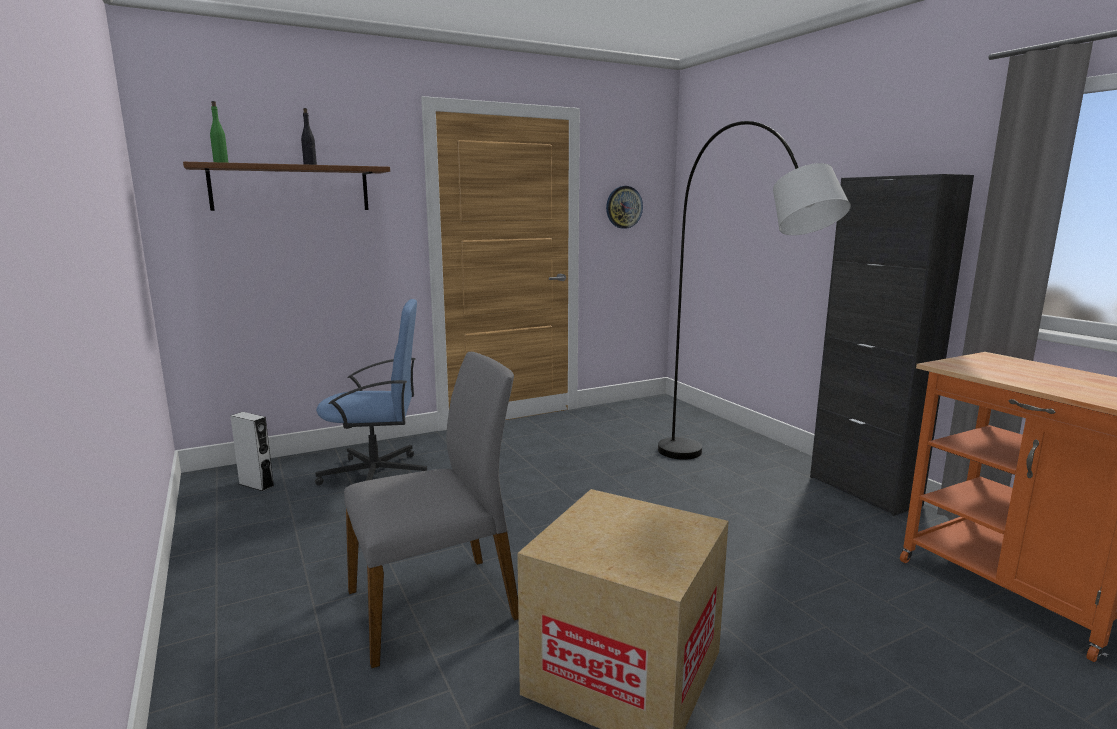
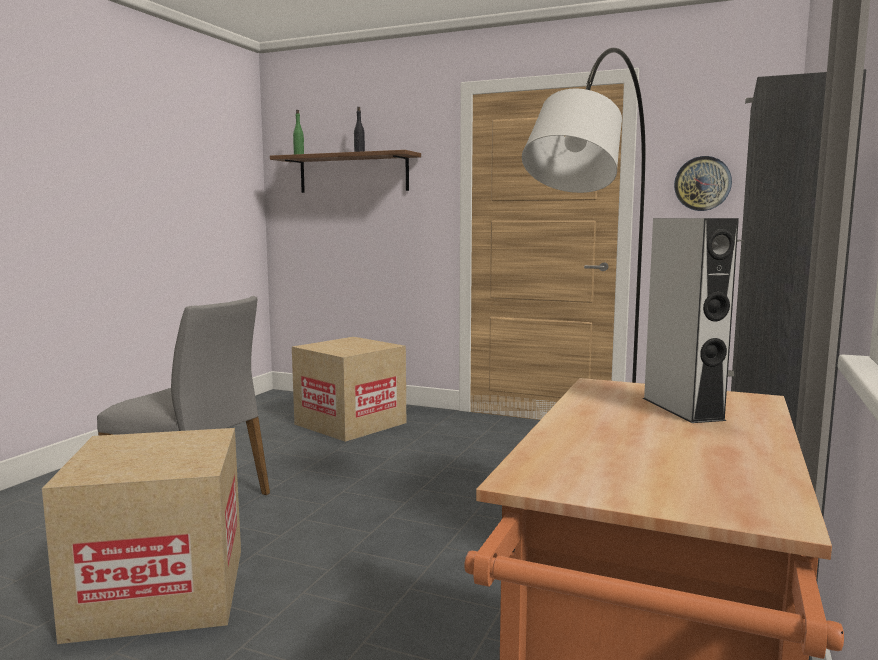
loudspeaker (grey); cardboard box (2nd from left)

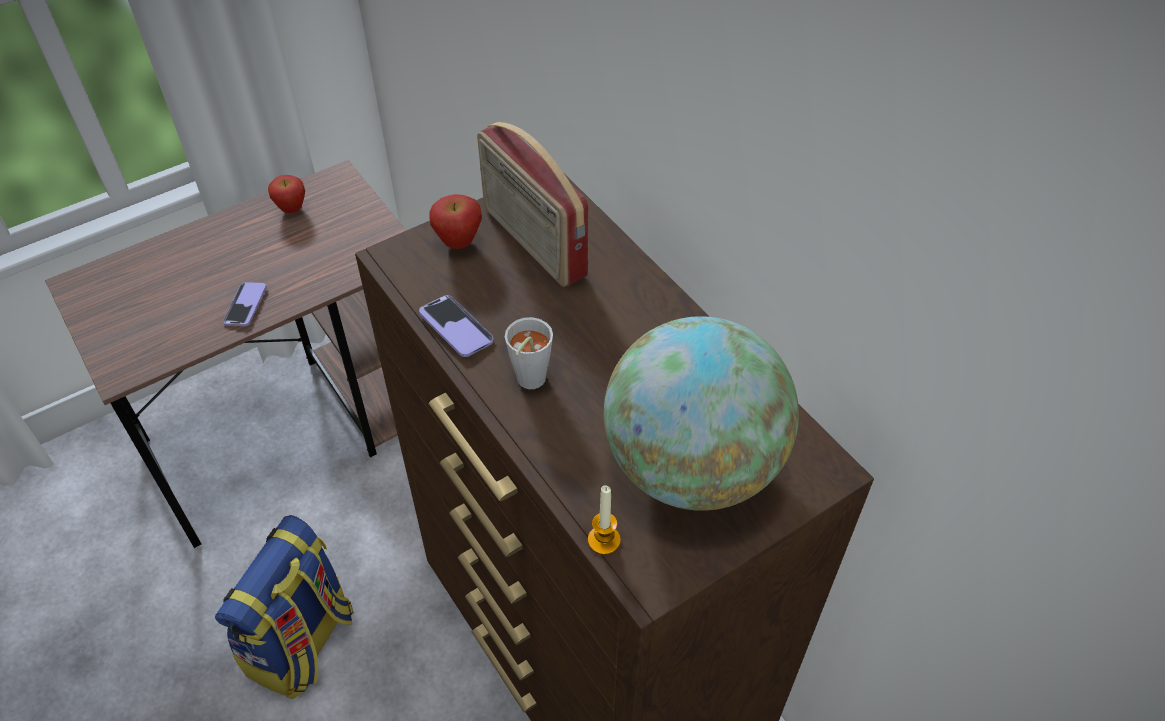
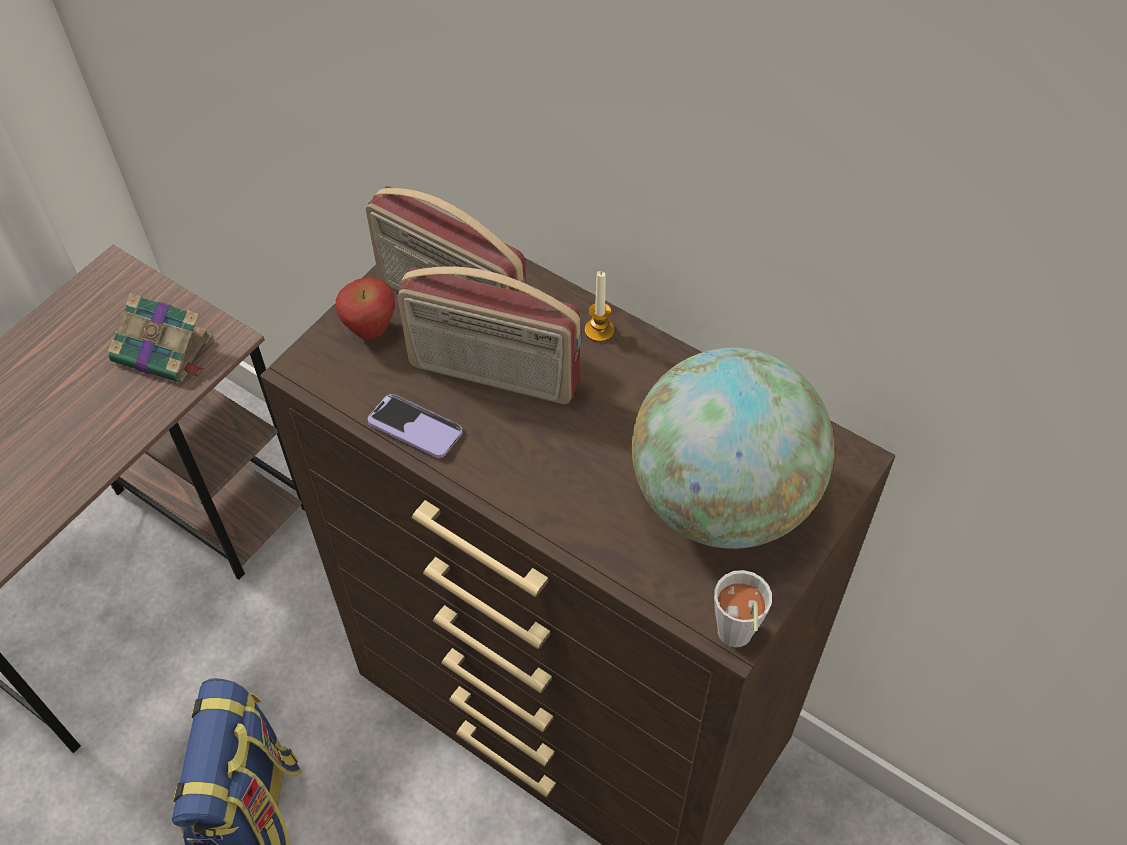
telephone (1st from left in the first image); whole apple (1st from left in the first image); drinking cup (grey); wax candle; bound book; radio (2nd from left)

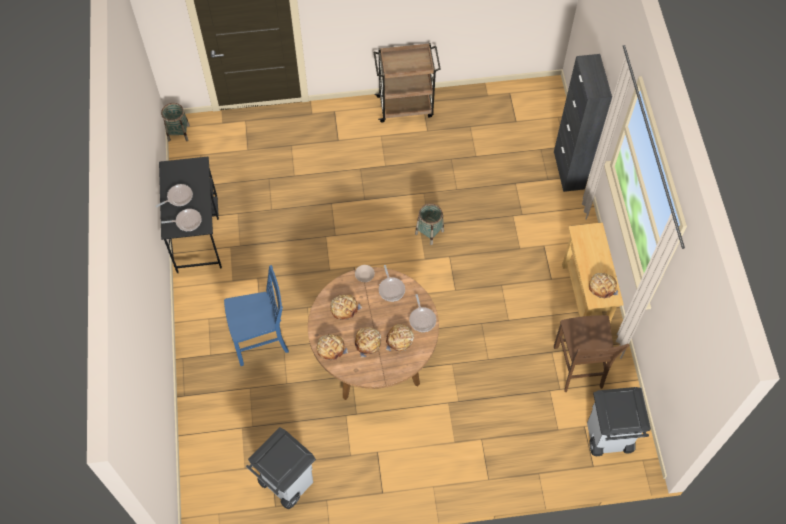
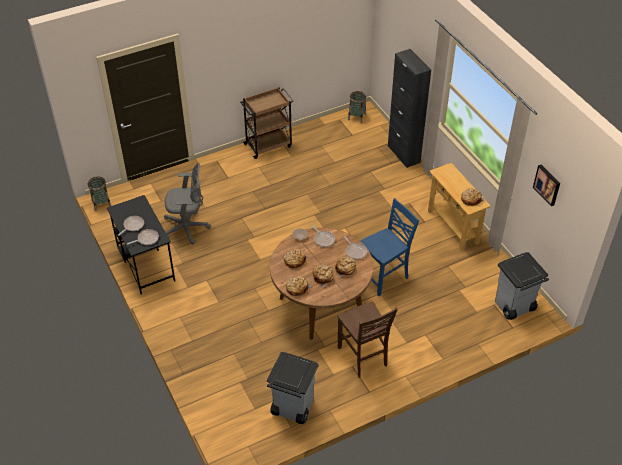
upright chair (blue); household basket (2nd from left); upright chair (brown); office chair (grey); wall art

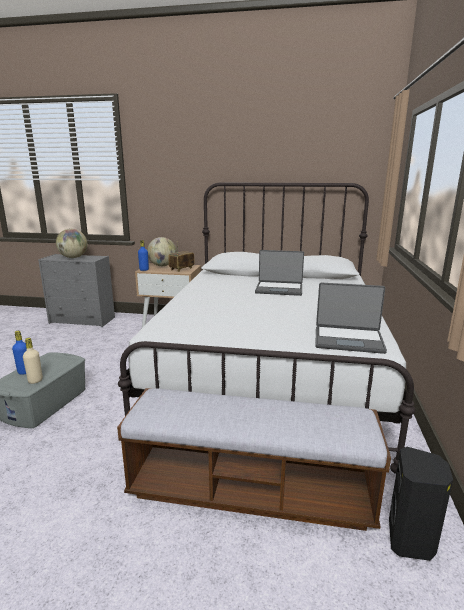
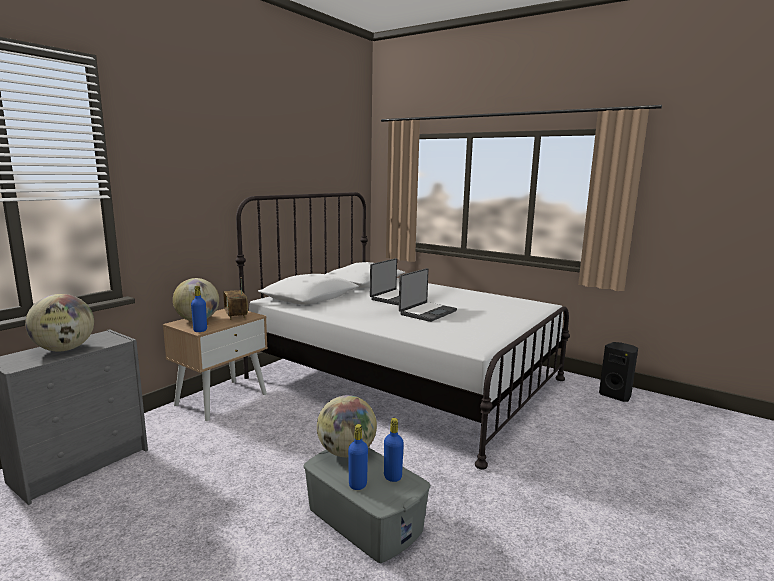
drink bottle (blue) (3rd from left); indoor bench; portable computer (2nd from left); desk globe (3rd from left)

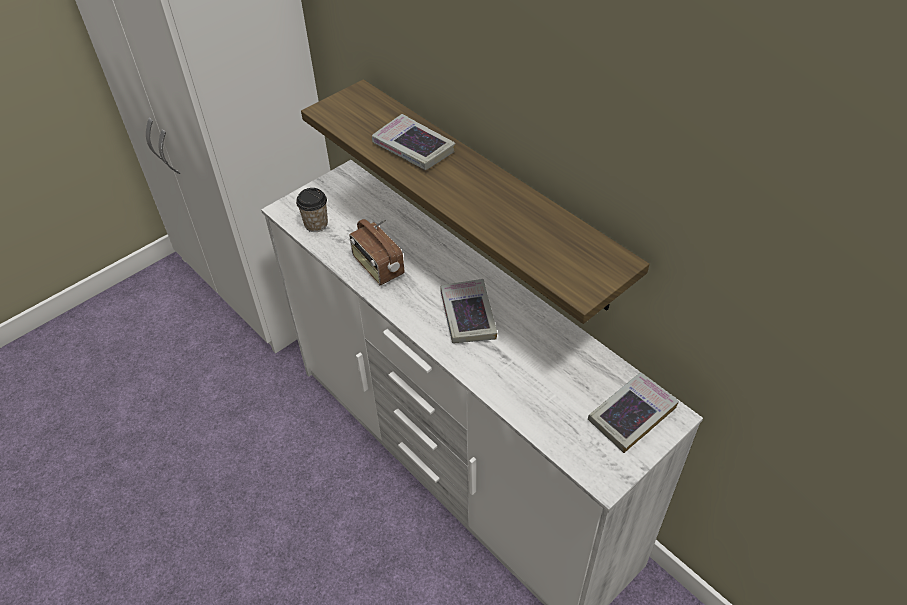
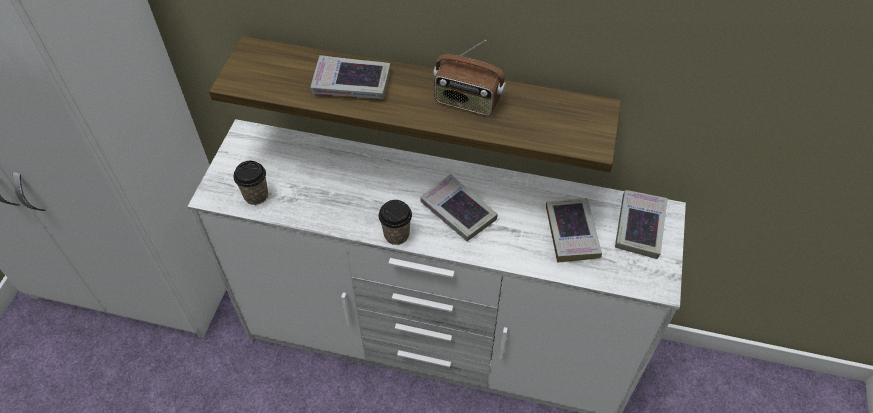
radio; drinking cup (2nd from left); bound book (3rd from left)

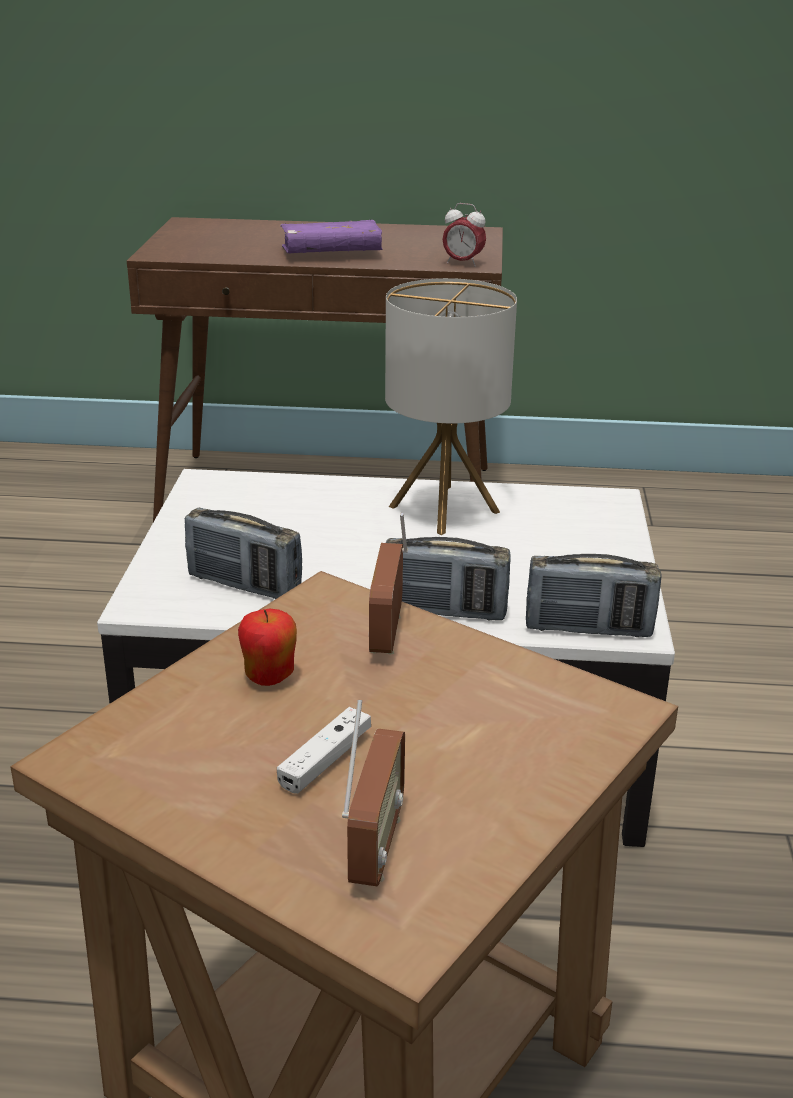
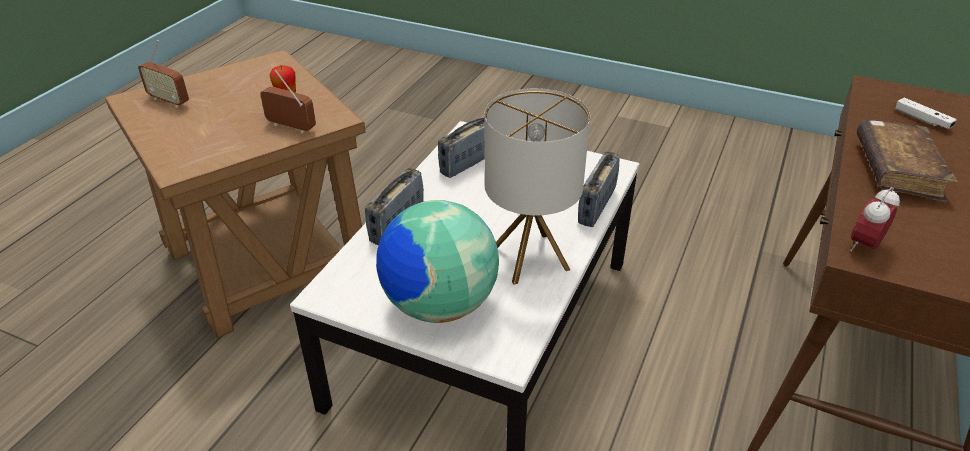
gamepad (white); bound book (brown); radio (5th from left); desk globe

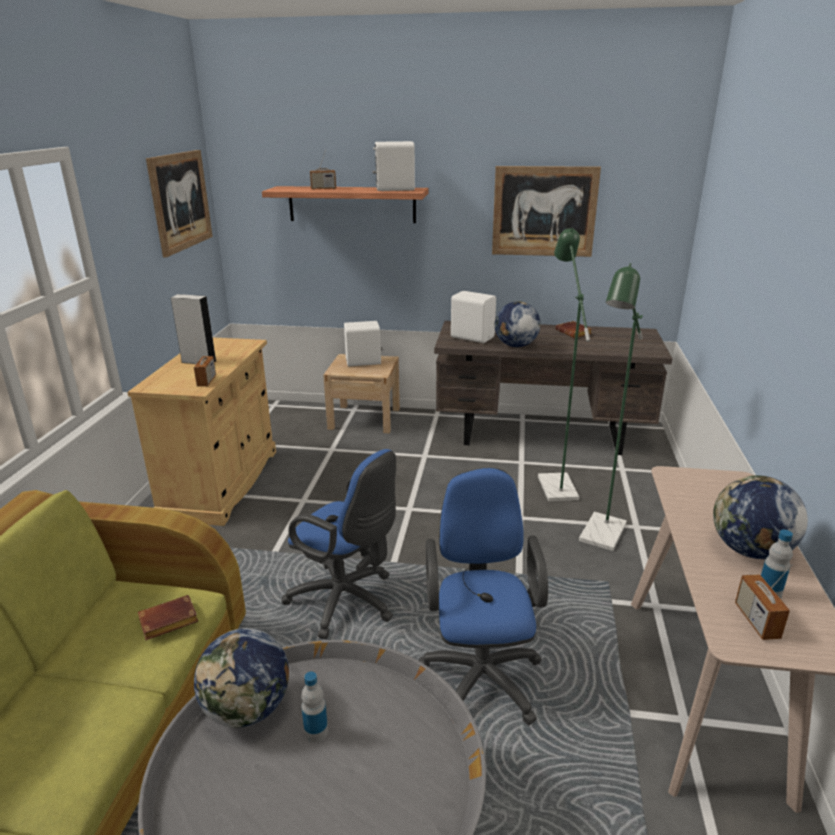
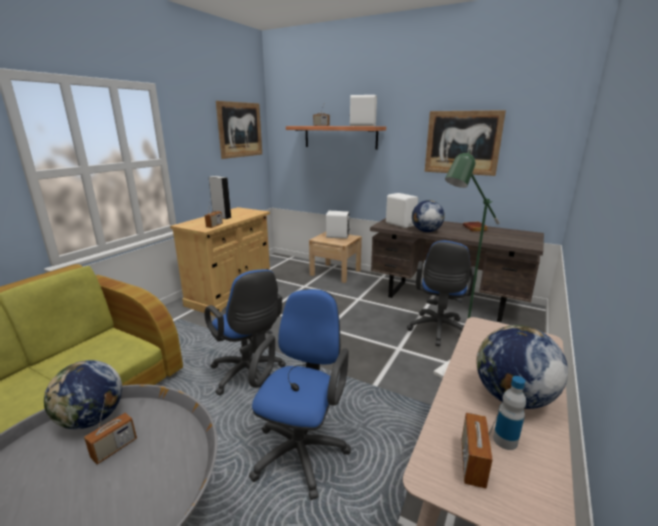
bound book (brown) (1st from left in the first image); radio (1st from left); office chair (blue) (3rd from left)

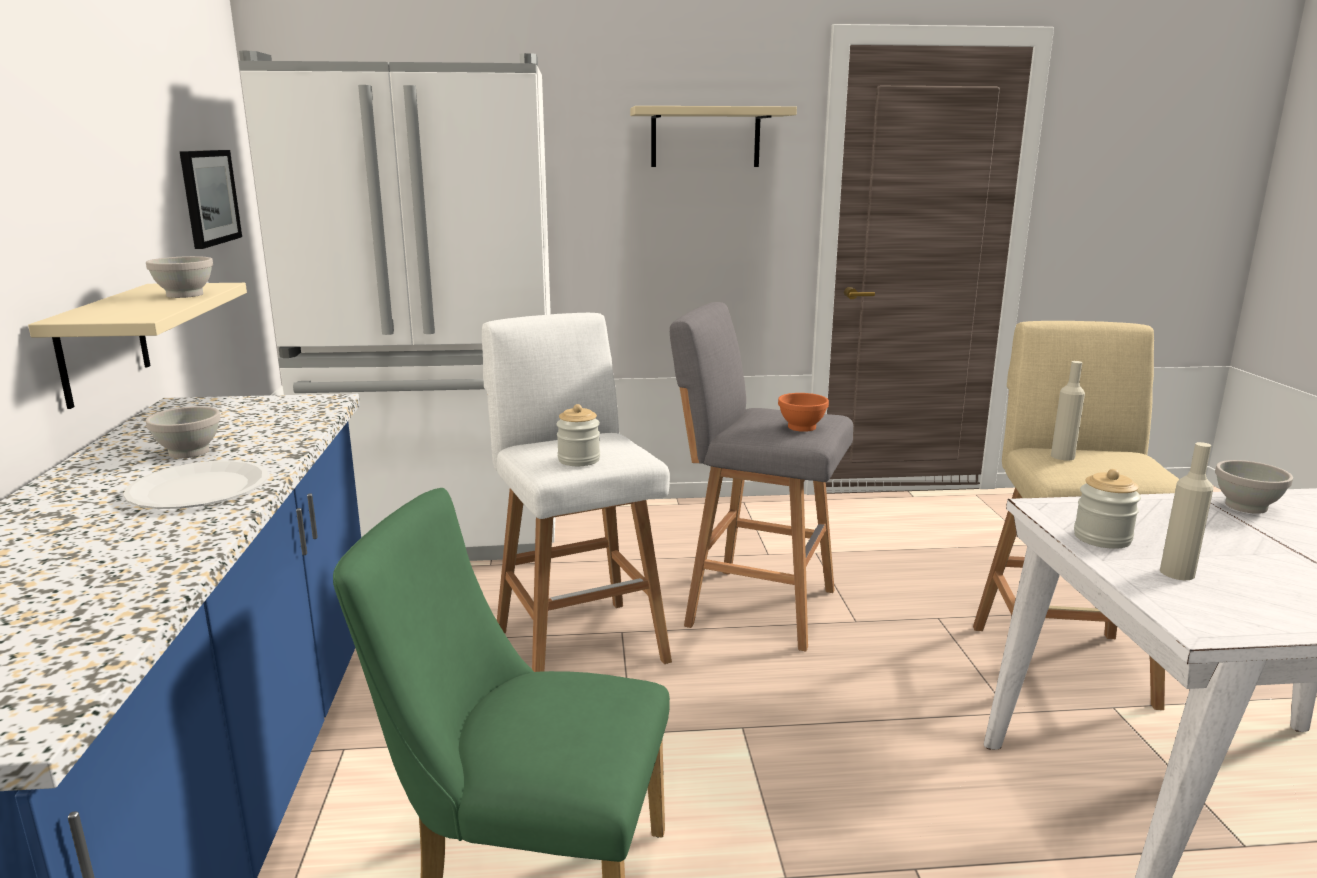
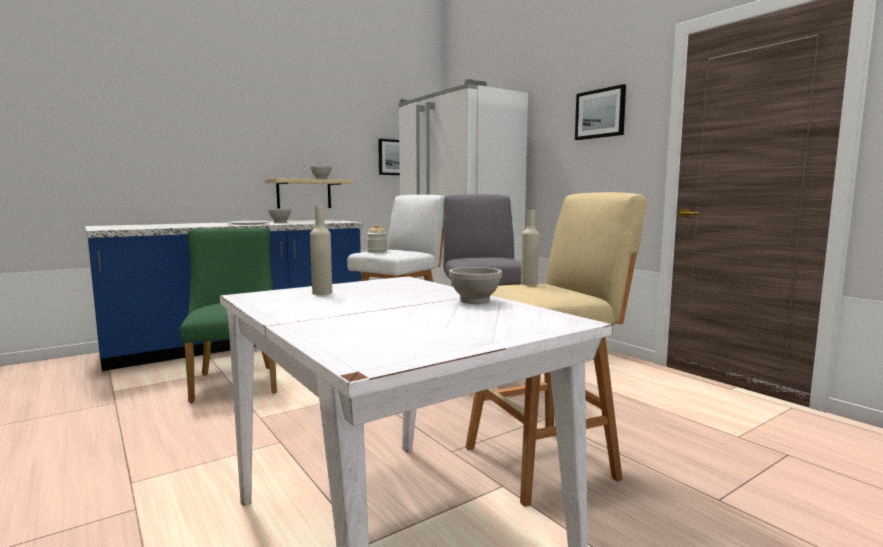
wall art (2nd from left); bowl (orangey); storage jar (2nd from left in the first image)

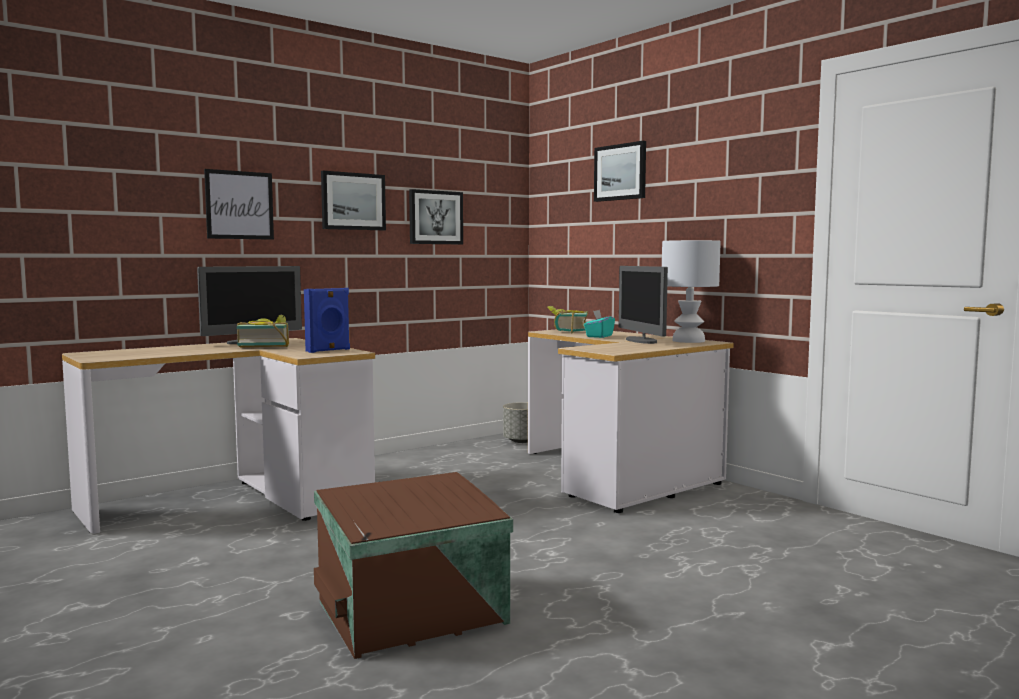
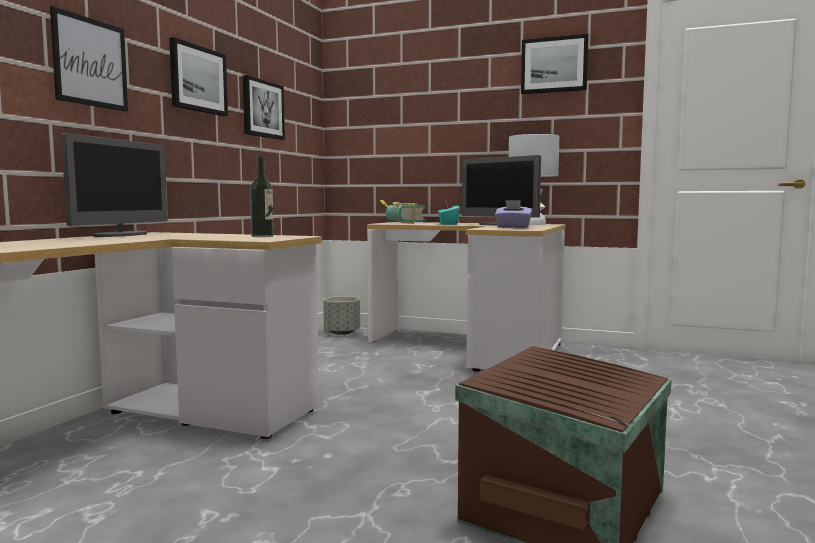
bound book (1st from left in the first image); drink bottle; wall art (4th from left); tissue box (purplish)

